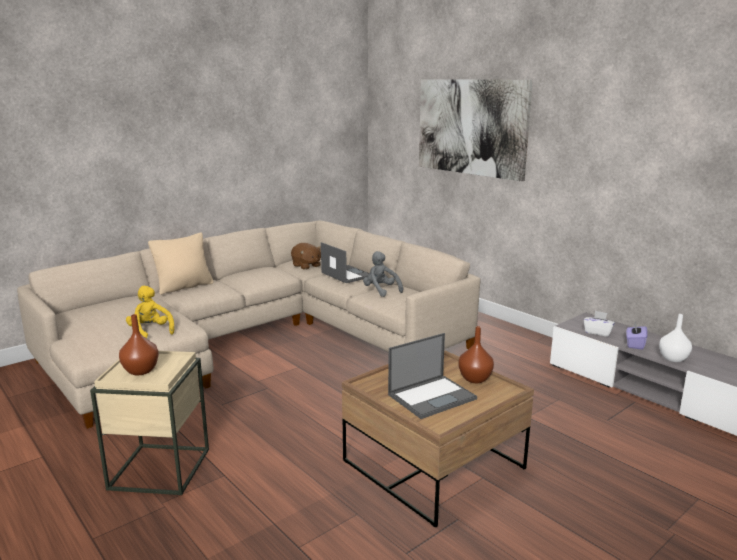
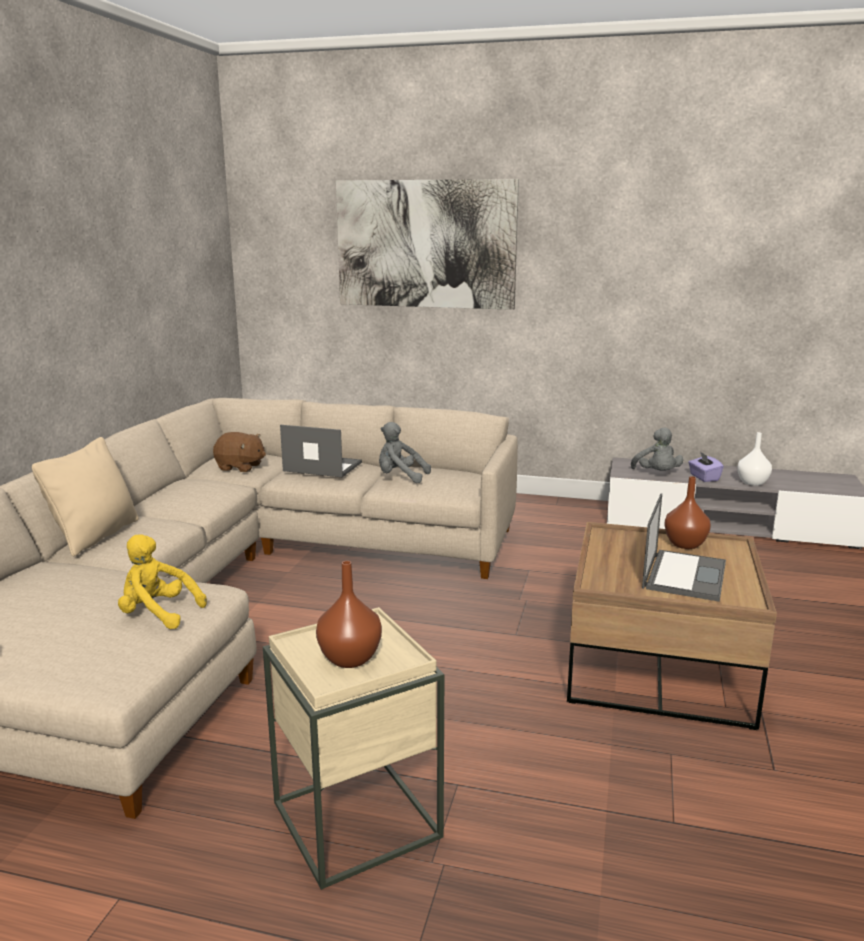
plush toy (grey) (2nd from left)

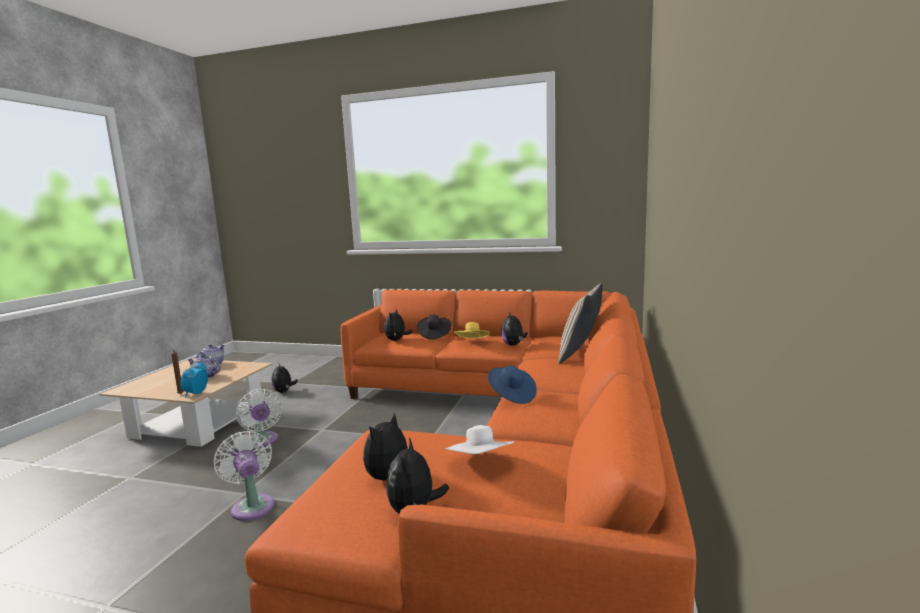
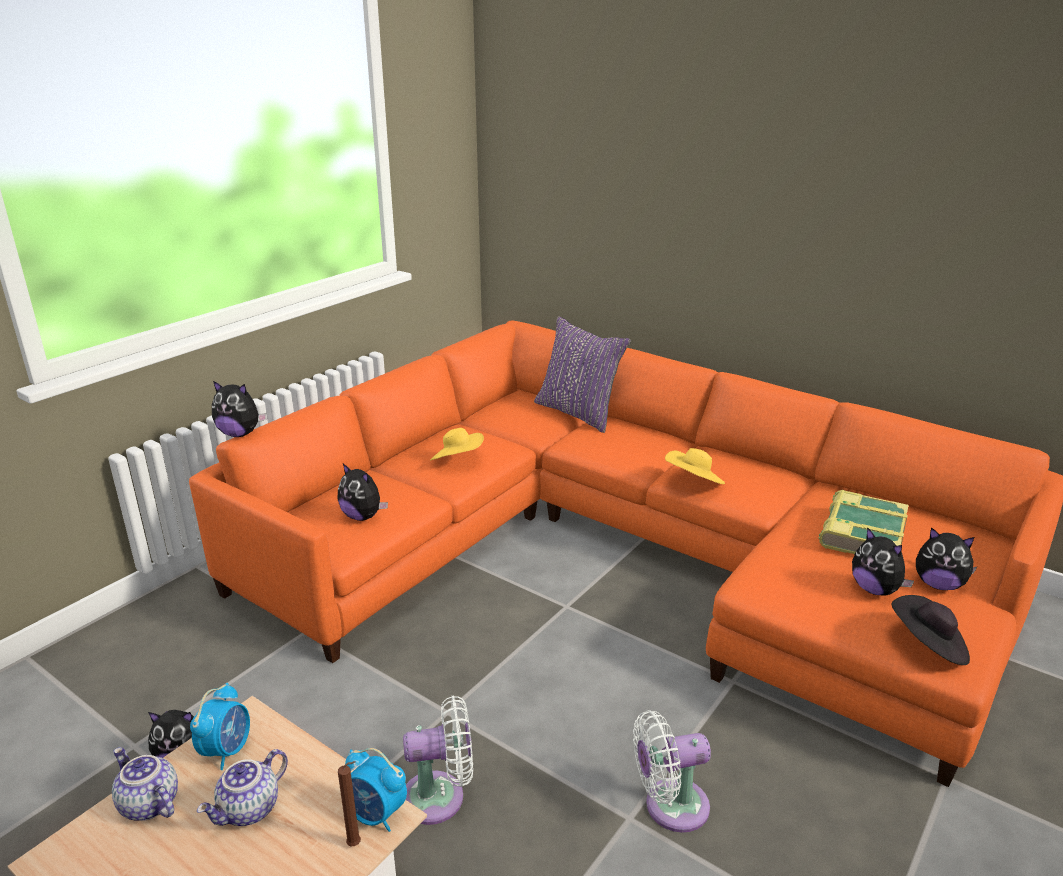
wearable hat (blackish); bound book; wearable hat (yellow) (2nd from left); plush toy (2nd from left); cushion (purplish); bedside clock (1st from left)

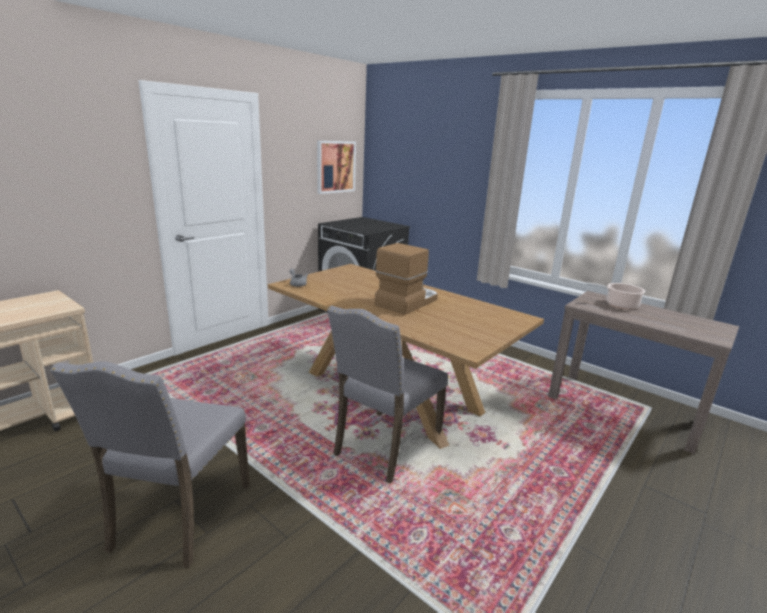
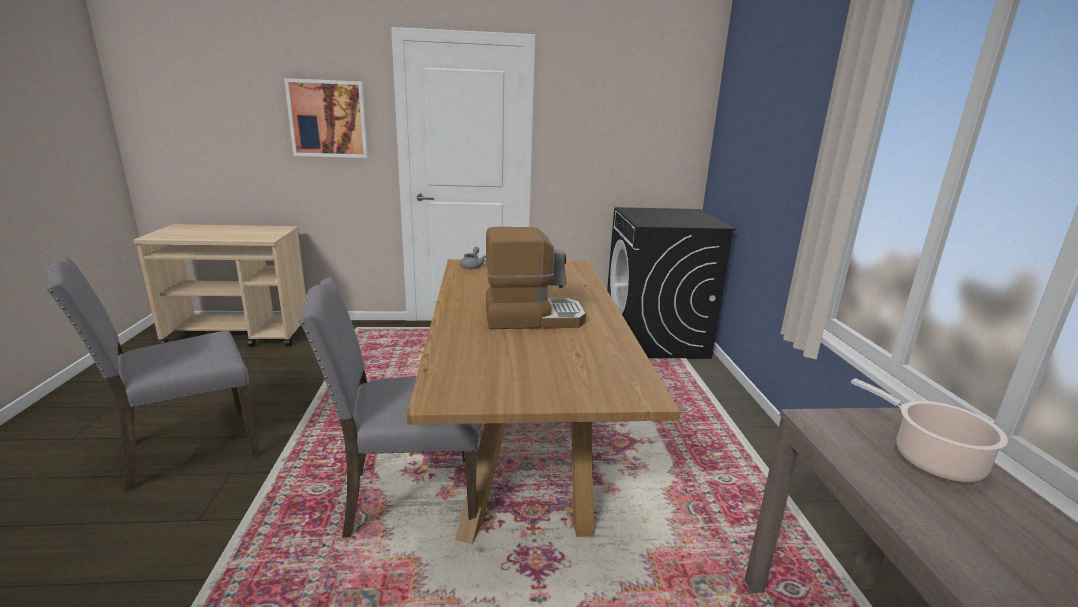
wall art

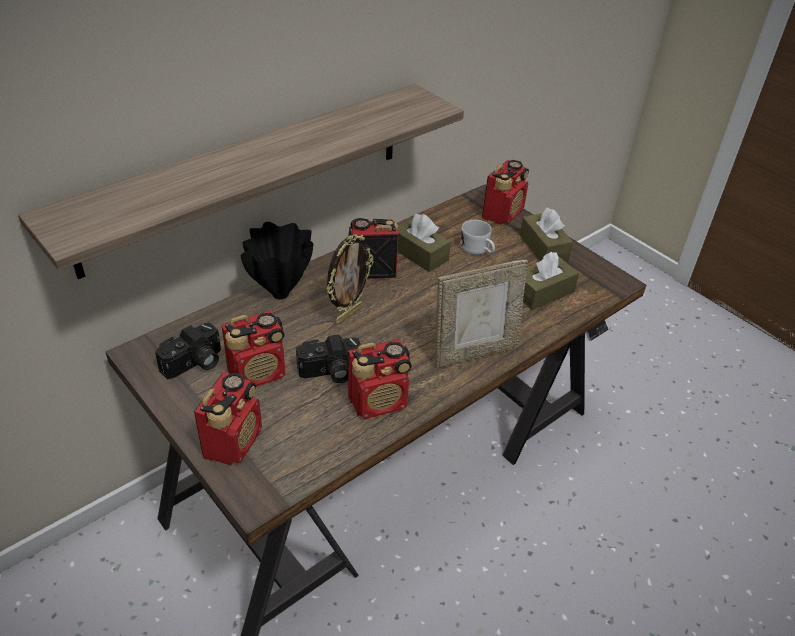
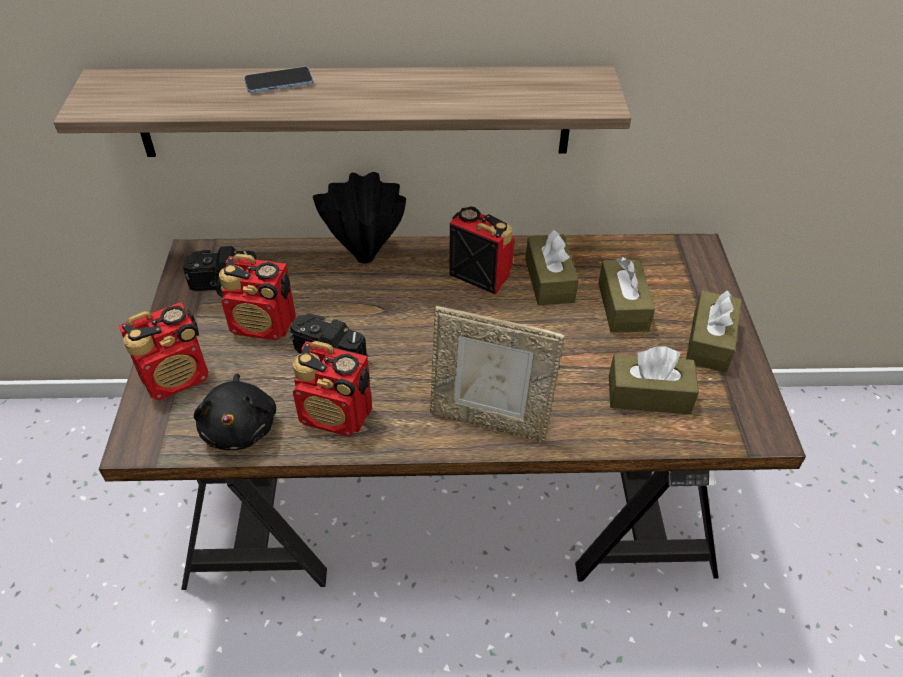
picture frame (1st from left in the first image); tissue box (brown) (2nd from left); radio (5th from left in the first image); plush toy (blackish); telephone

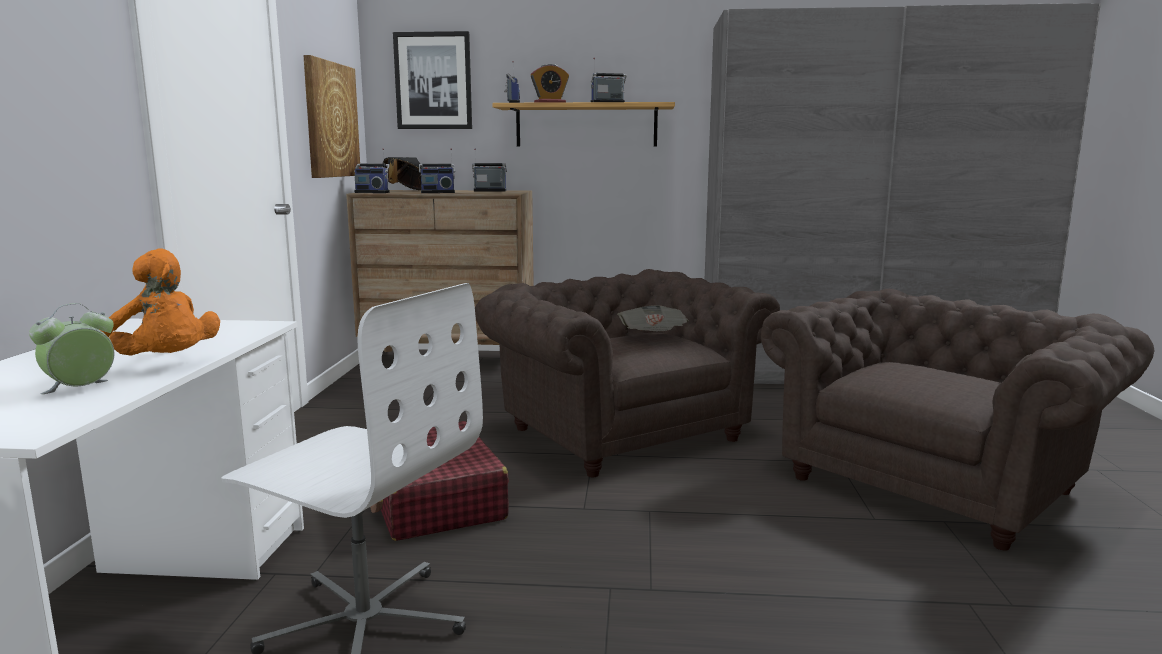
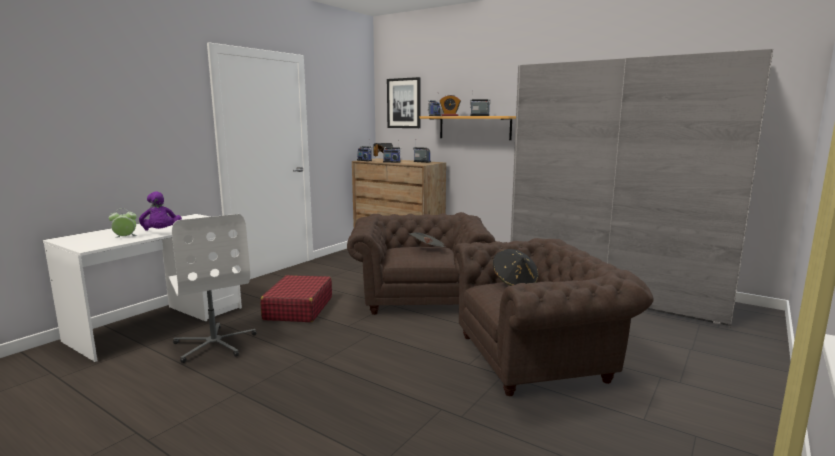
plush toy (purplish); wall art (1st from left in the first image); wearable hat (blackish) (2nd from left)

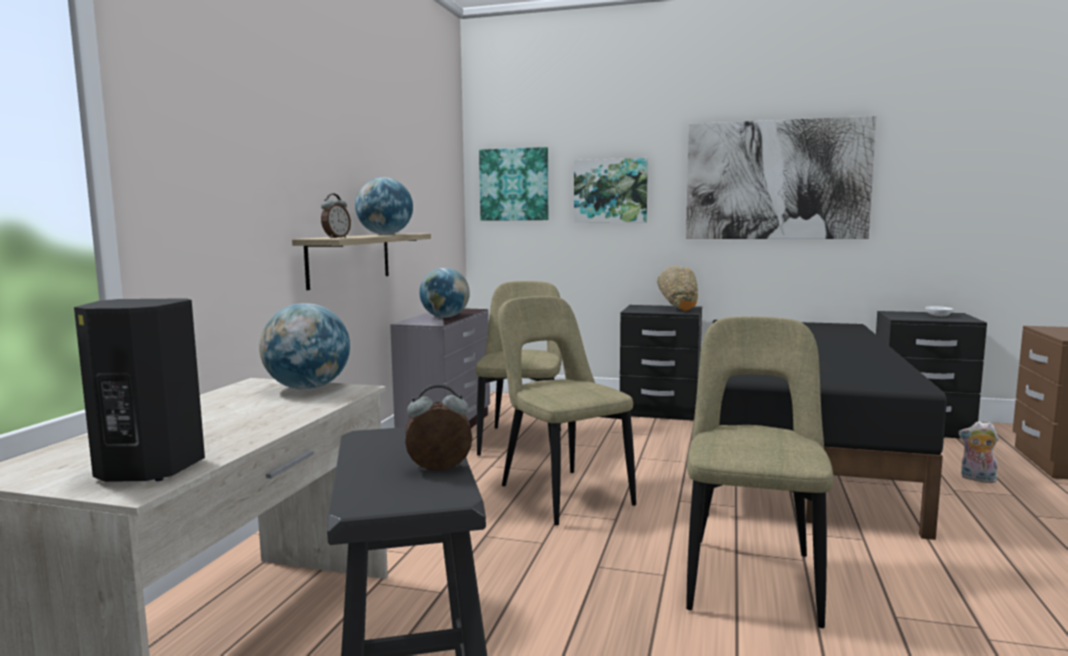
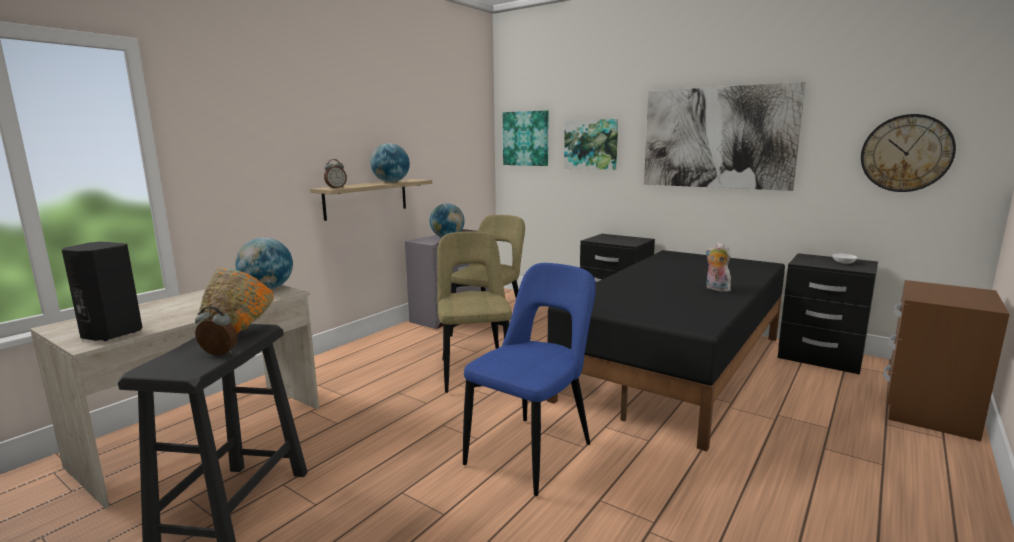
bowl (orangey); upright chair (blue); plush toy; wall clock

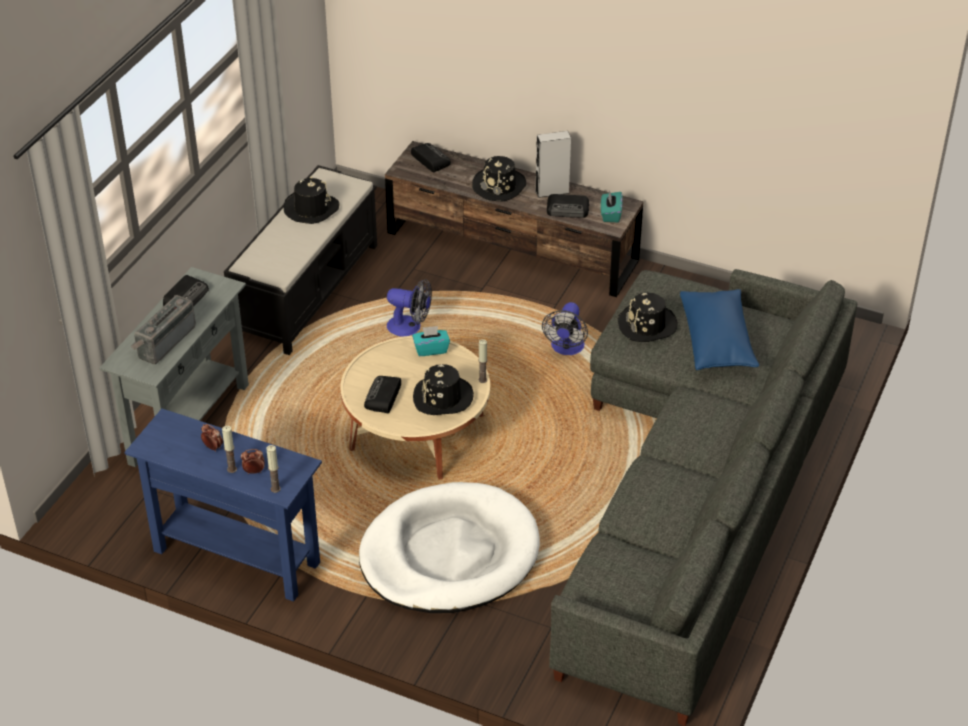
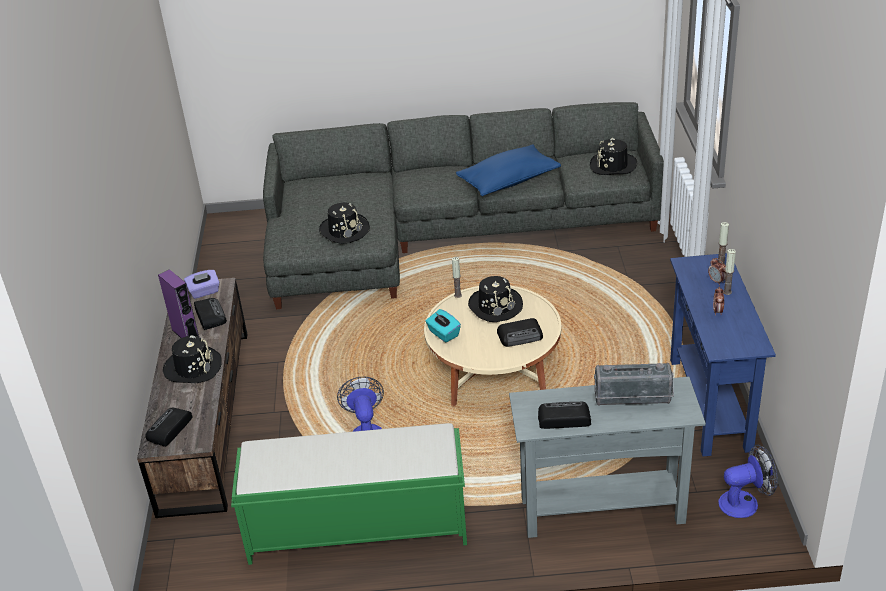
indoor bench (greenish); wearable hat (blackish) (4th from left); dog bed (white); loudspeaker (purplish); fan (2nd from left); tissue box (purplish); cushion (blue)

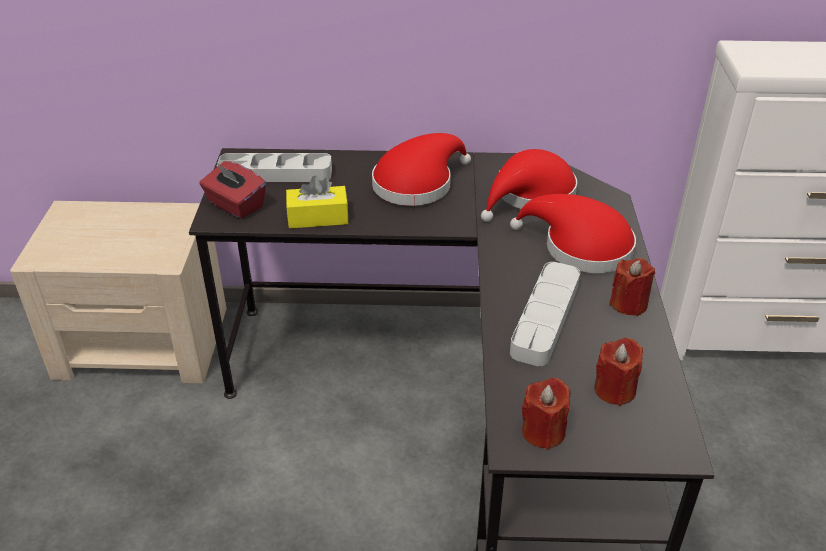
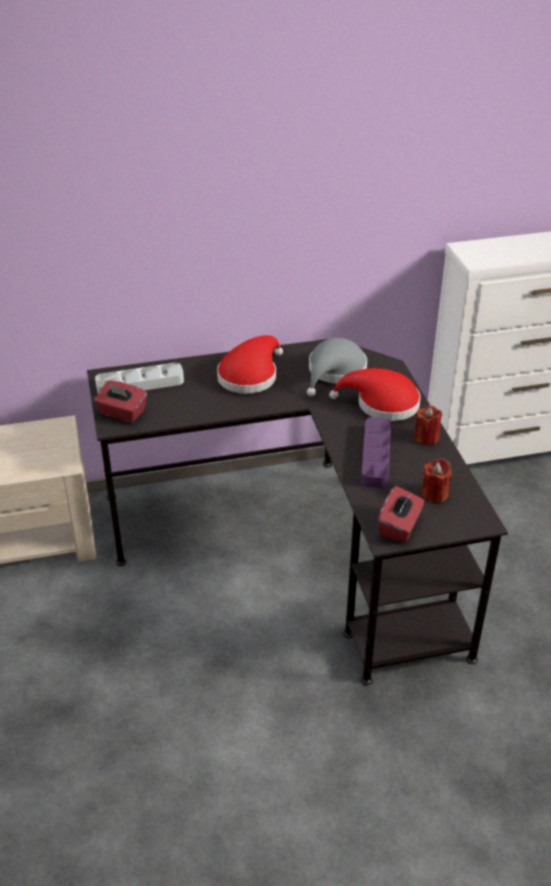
tissue box (yellow); wearable hat (grey); tray (purplish); tissue box (red-coloured) (2nd from left)

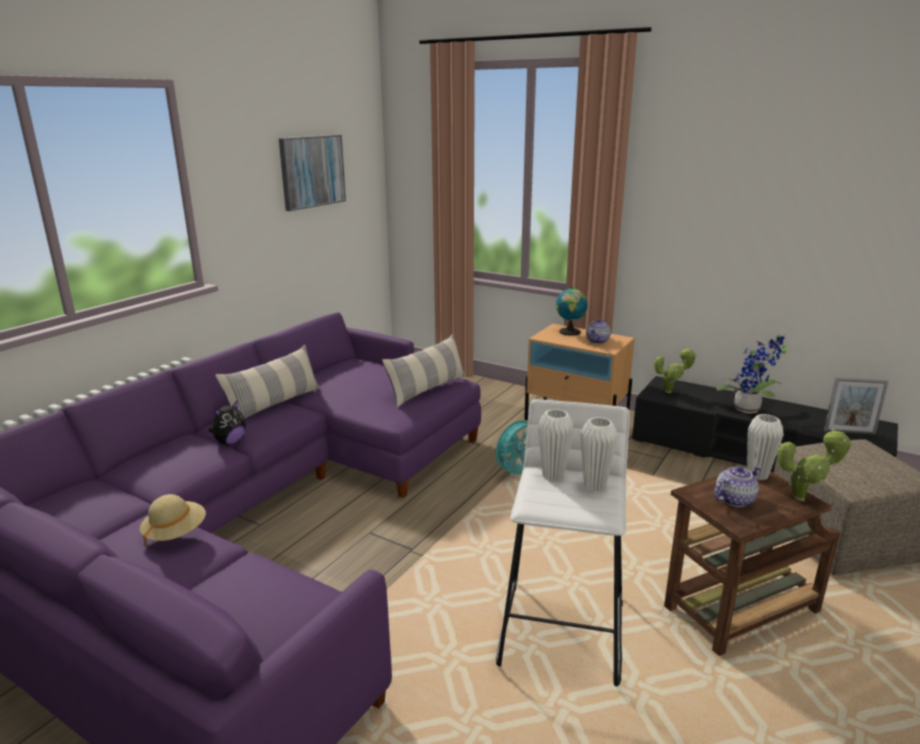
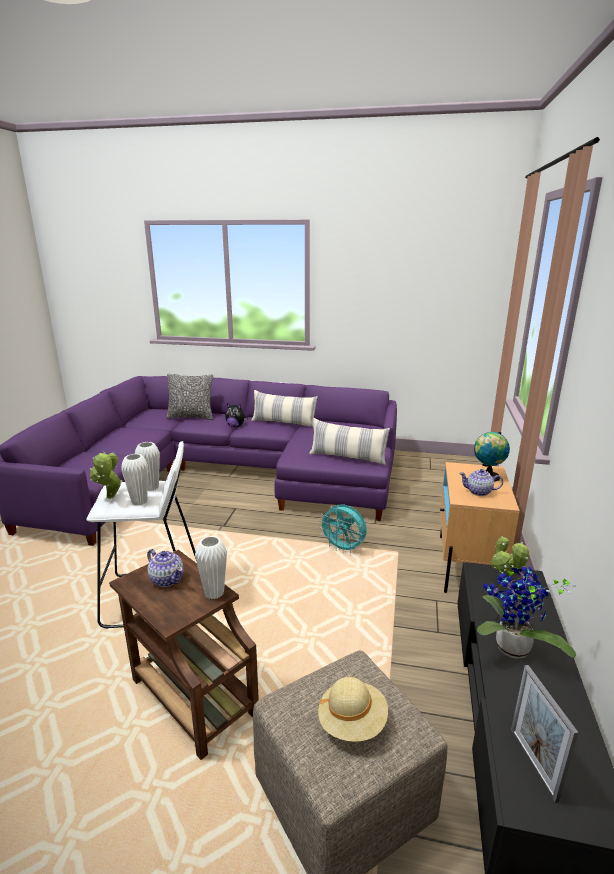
wearable hat (beige-coloured); wall art; houseplant (1st from left); cushion (1st from left)

